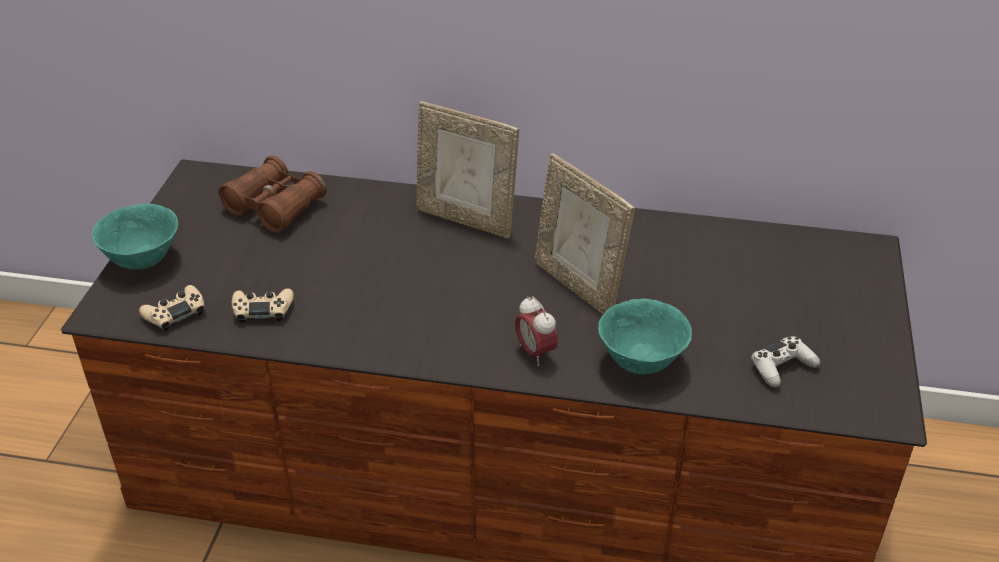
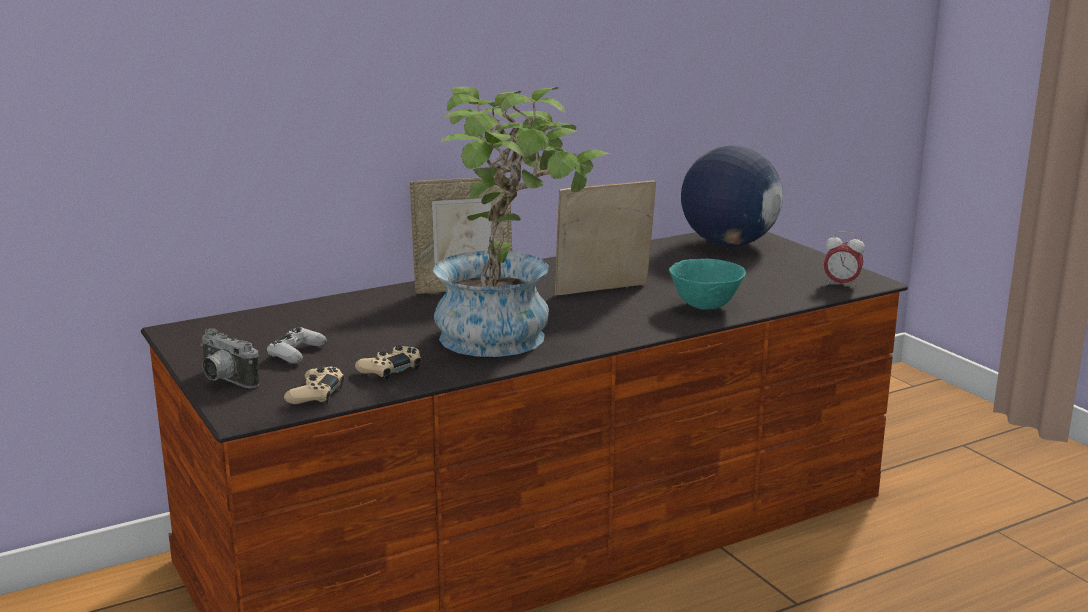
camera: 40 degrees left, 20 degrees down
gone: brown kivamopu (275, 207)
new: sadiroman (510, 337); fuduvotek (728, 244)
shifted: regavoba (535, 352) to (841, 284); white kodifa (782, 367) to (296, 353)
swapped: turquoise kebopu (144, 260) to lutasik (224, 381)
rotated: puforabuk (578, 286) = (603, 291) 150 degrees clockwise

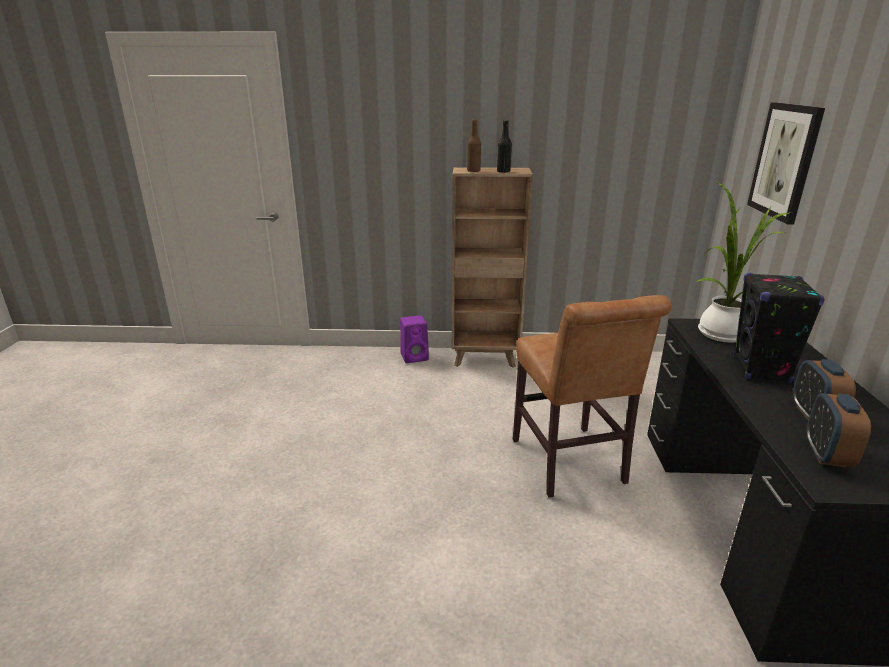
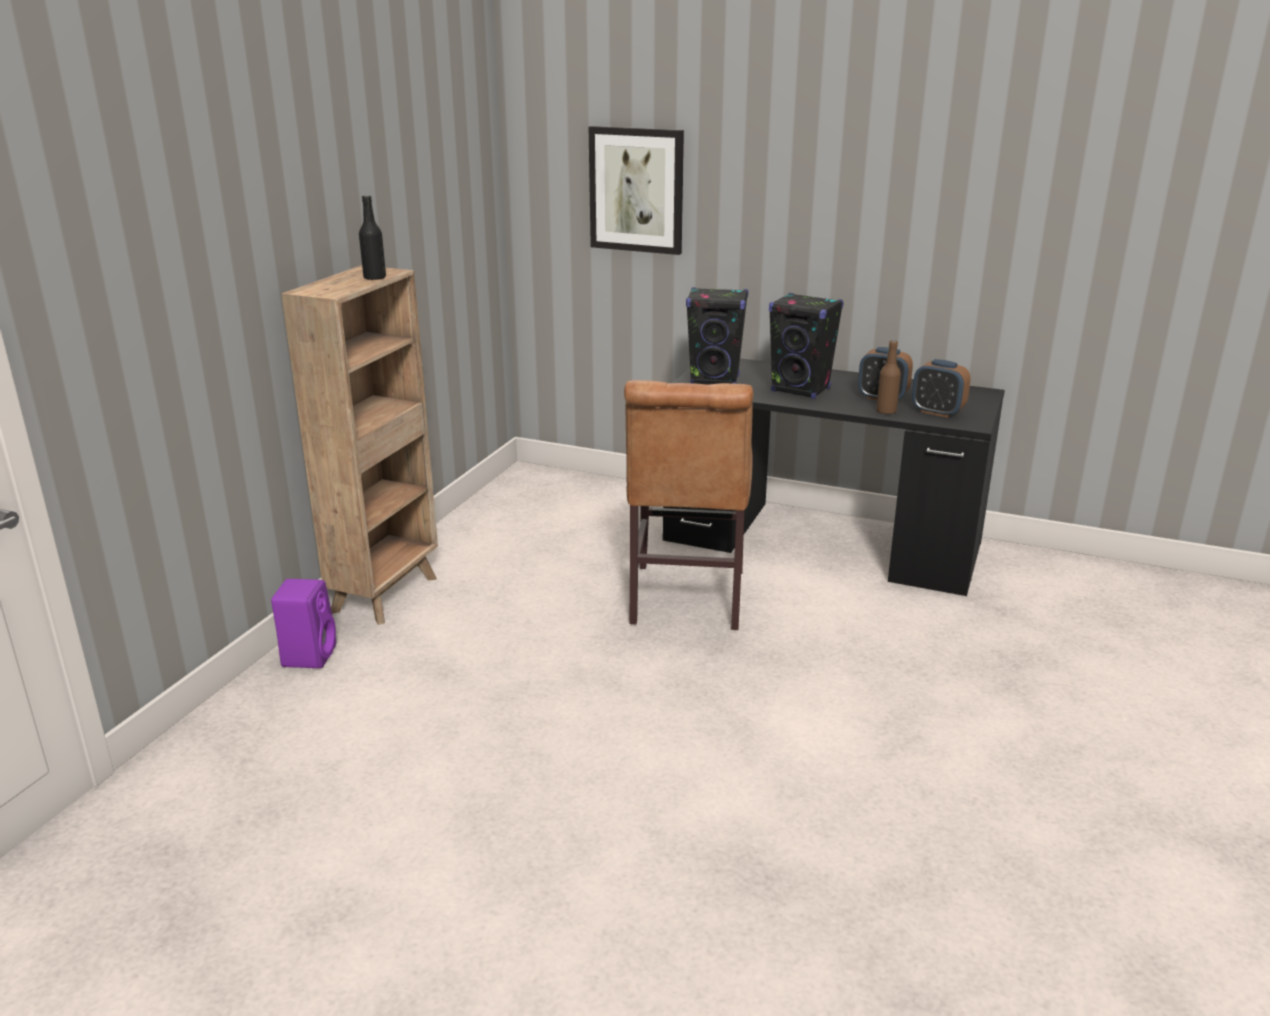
camera: 70 degrees left, 0 degrees up
shifted: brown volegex (473, 171) to (886, 411)
swapped: sadiroman (719, 332) to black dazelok (715, 381)
rotated: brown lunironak (570, 465) = (686, 601) 90 degrees clockwise

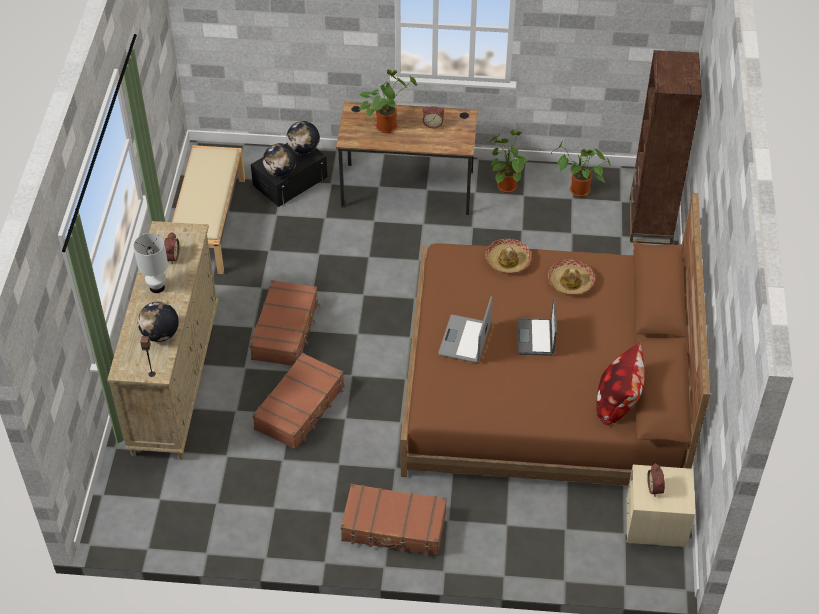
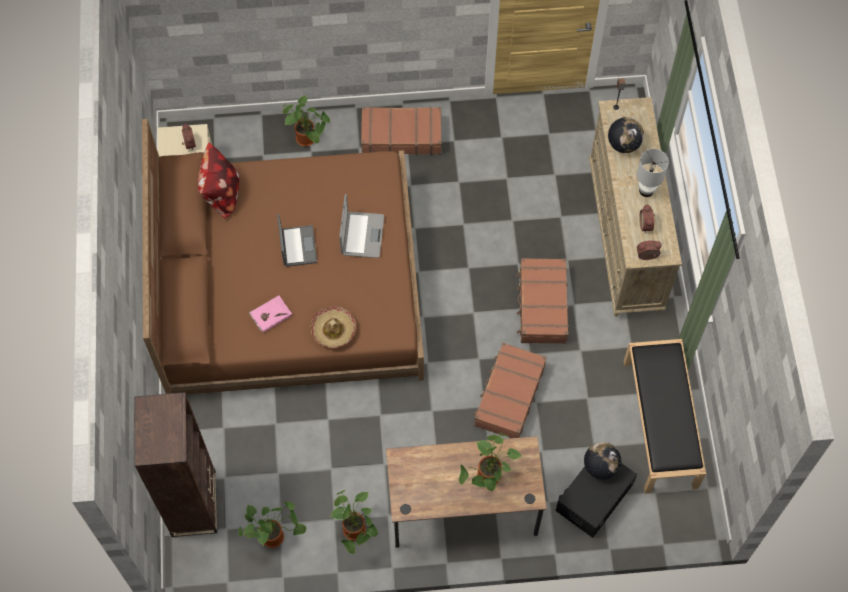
camera: 170 degrees right, 15 degrees up
gone: fuduvotek (303, 149)
new: sadiroman (308, 139)
shifted: regavoba (433, 124) to (647, 256); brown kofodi (300, 408) to (509, 395)
swapped: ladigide (570, 282) to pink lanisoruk (270, 314)
repainted: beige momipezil (209, 222) to black momipezil (660, 424)

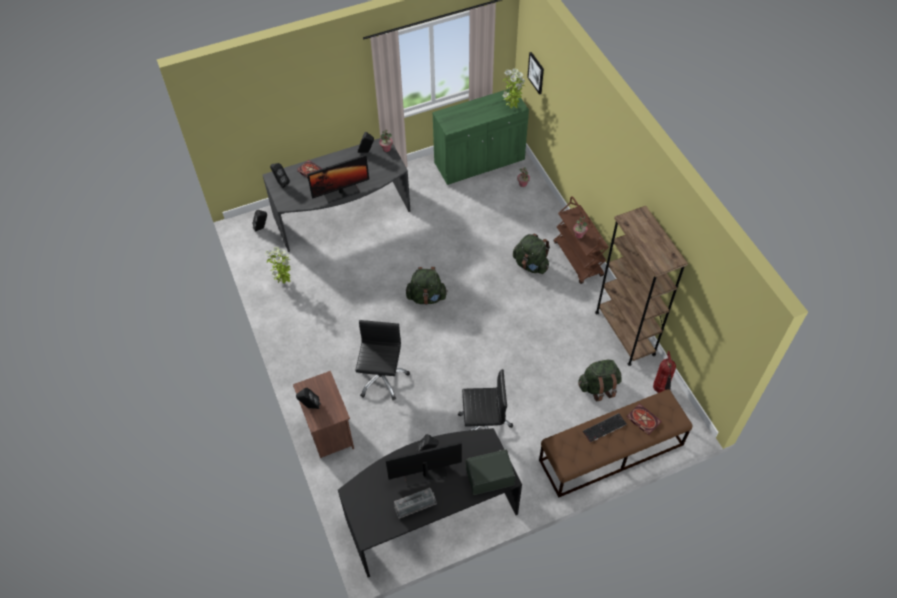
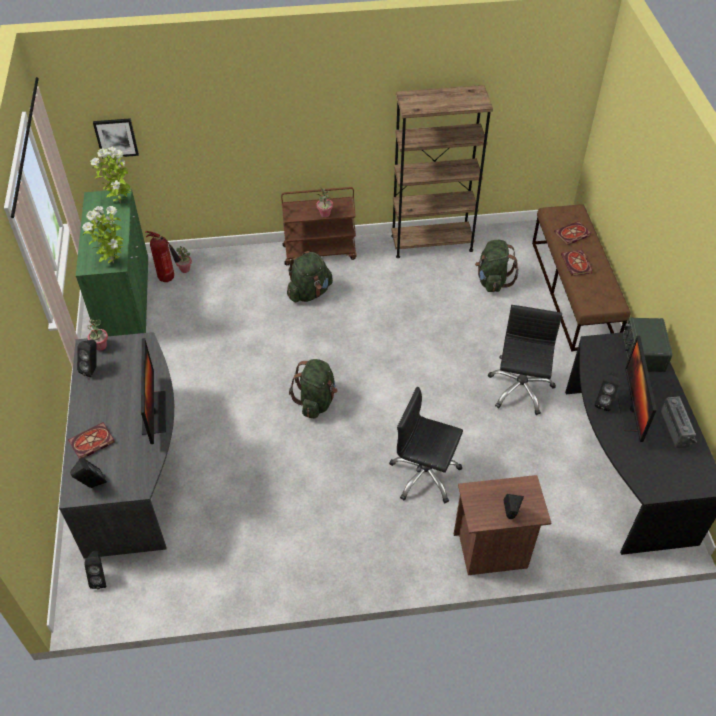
camera: 75 degrees left, 5 degrees down
shifted: sadiroman (284, 282) to (113, 262); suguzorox (660, 390) to (169, 278)
swapped: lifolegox (604, 428) to lanisoruk (577, 264)

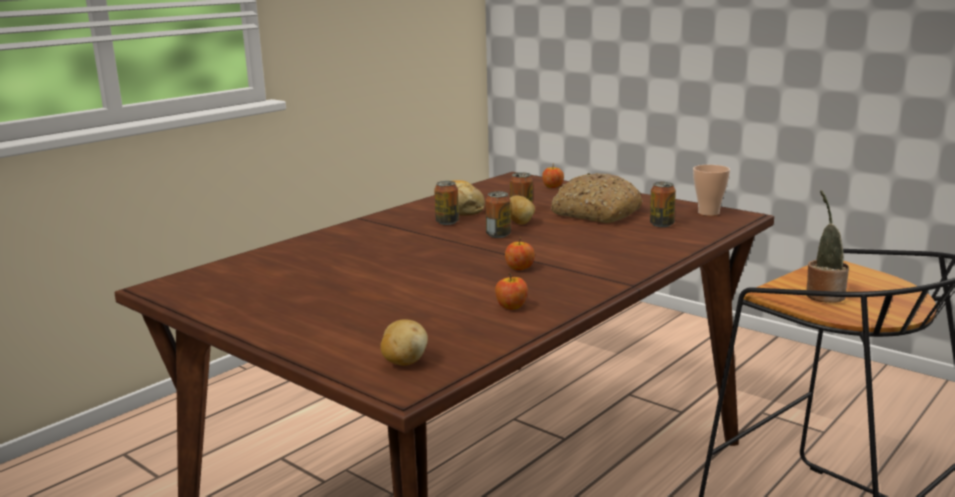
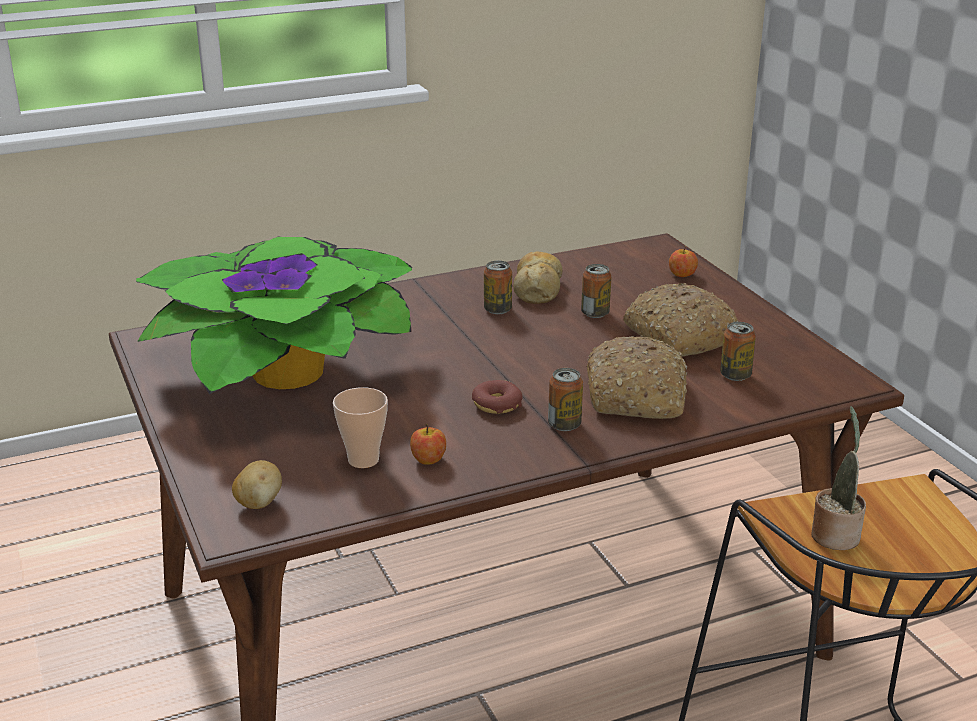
camera: 25 degrees right, 10 degrees up
gone: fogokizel (520, 223)
new: sadiroman (279, 371); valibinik (637, 396)
shifted: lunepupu (708, 213) to (363, 460); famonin (498, 235) to (564, 425)
swapped: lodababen (519, 268) to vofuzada (496, 404)

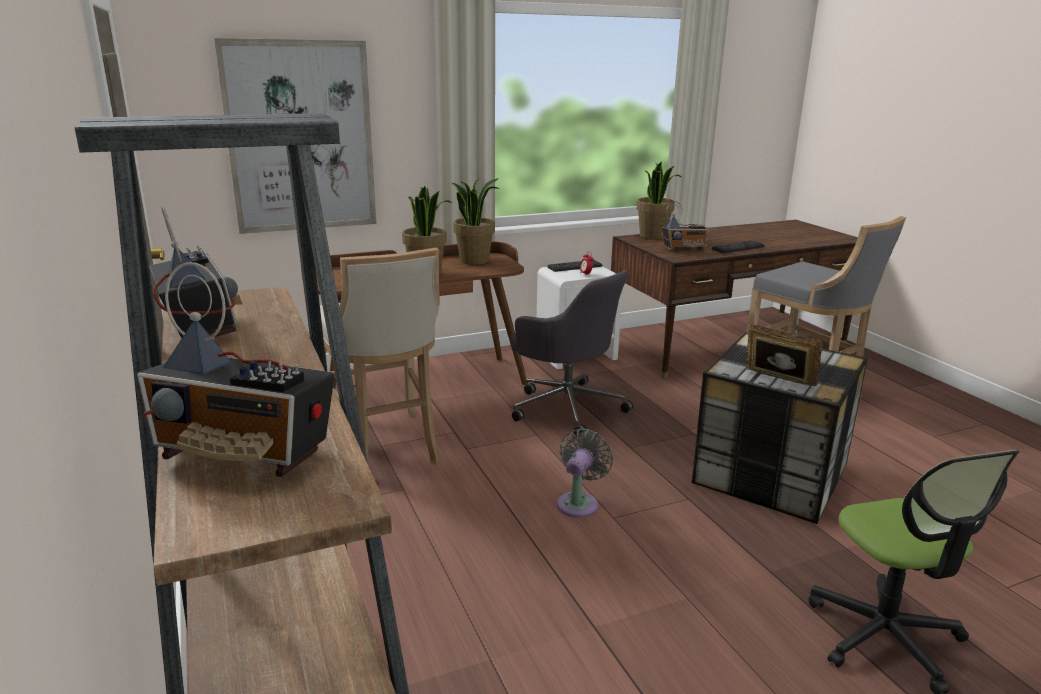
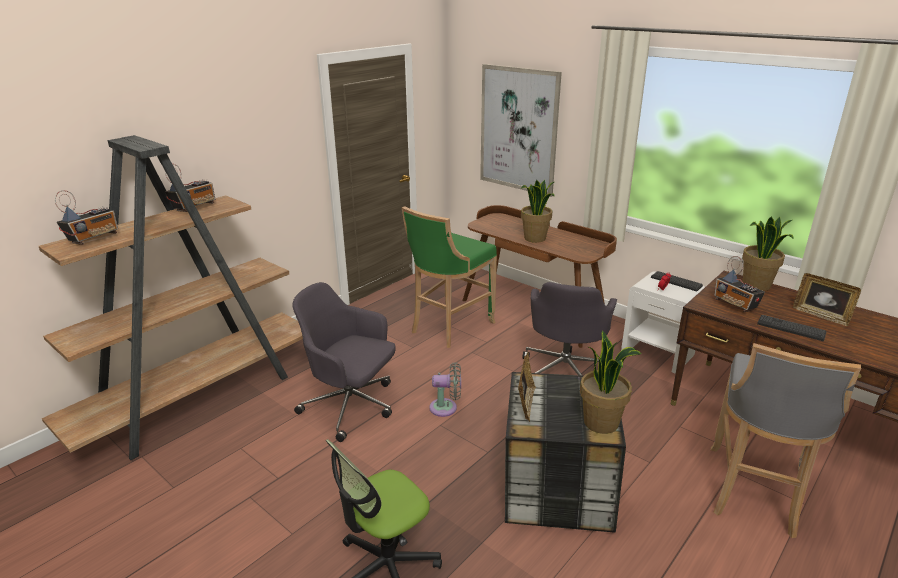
camera: 65 degrees right, 5 degrees up
new: puforabuk (821, 315); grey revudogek (351, 406)
shifted: sadiroman (474, 260) to (602, 423)
repainted: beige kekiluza (385, 447) to green kekiluza (449, 327)
rotated: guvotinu (247, 454) = (94, 238) 135 degrees counterclockwise

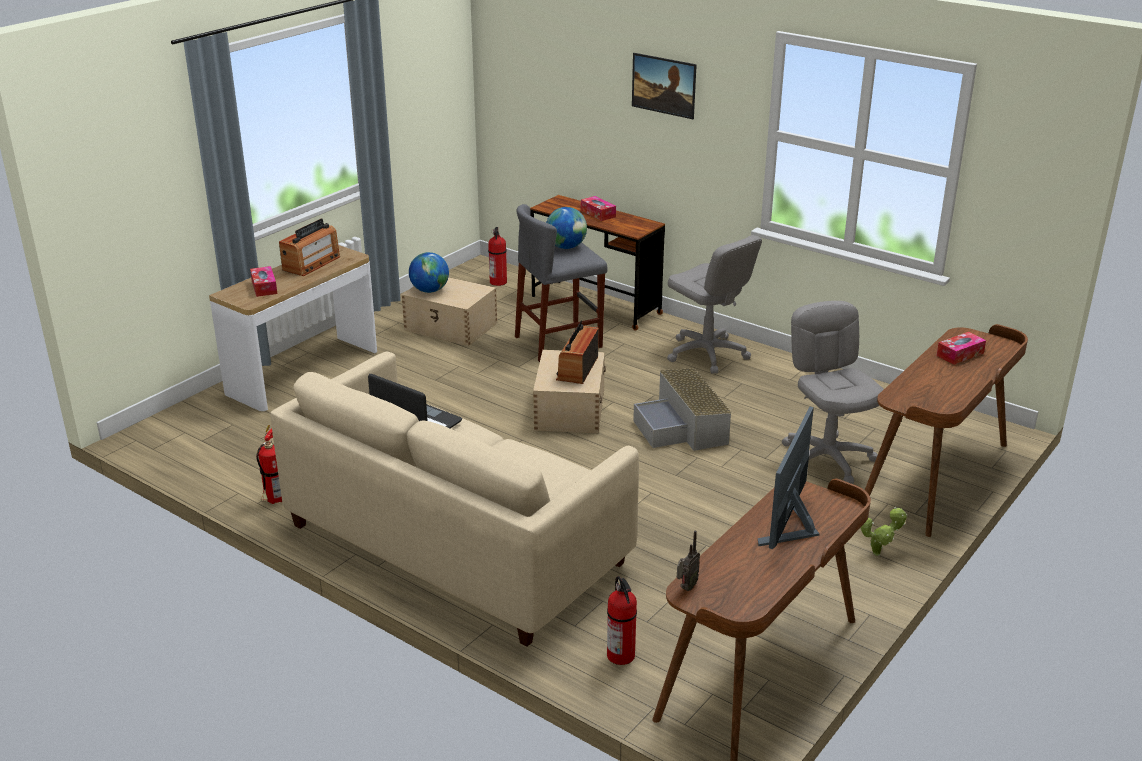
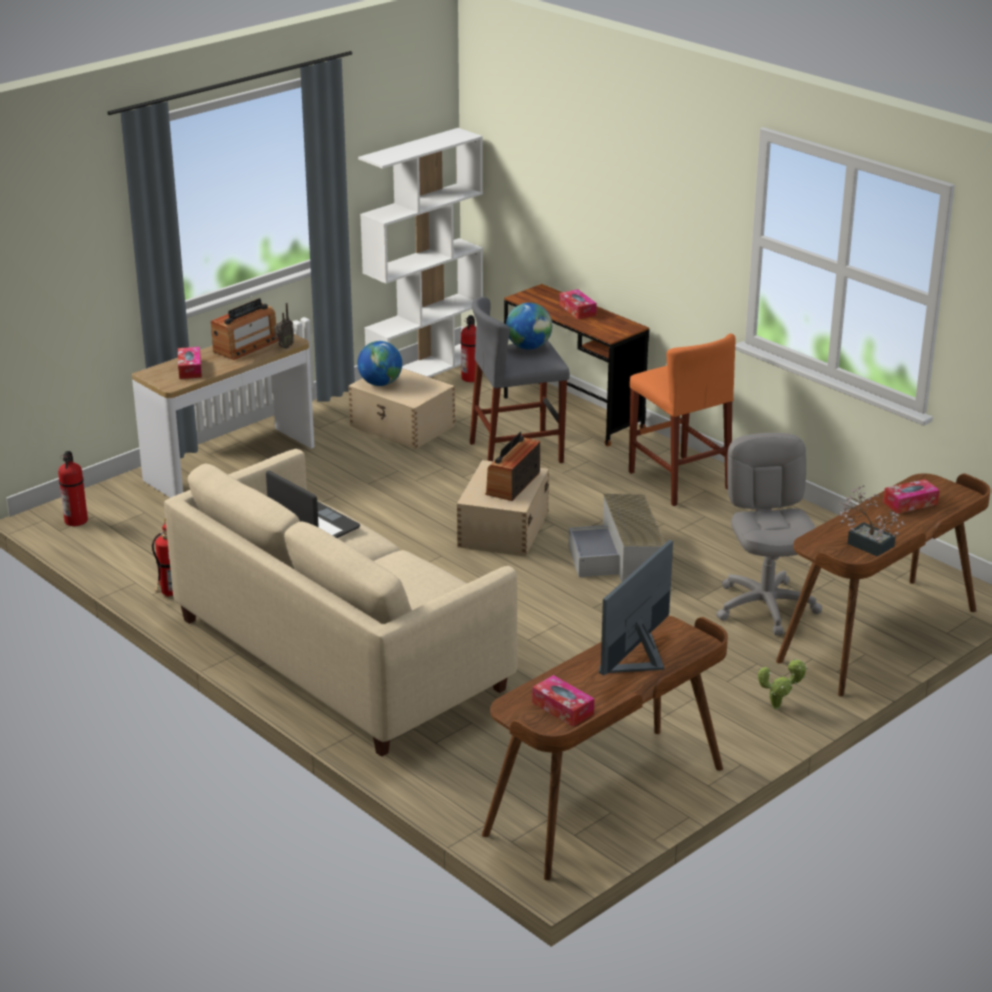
camera: 10 degrees right, 0 degrees up
gone: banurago (663, 99)
new: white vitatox (425, 368); sadiroman (866, 543); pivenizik (562, 708)
shifted: guvotinu (686, 588) to (284, 347); suguzorox (621, 656) to (76, 521)
swapped: grey revudogek (707, 354) to orange kekiluza (679, 480)

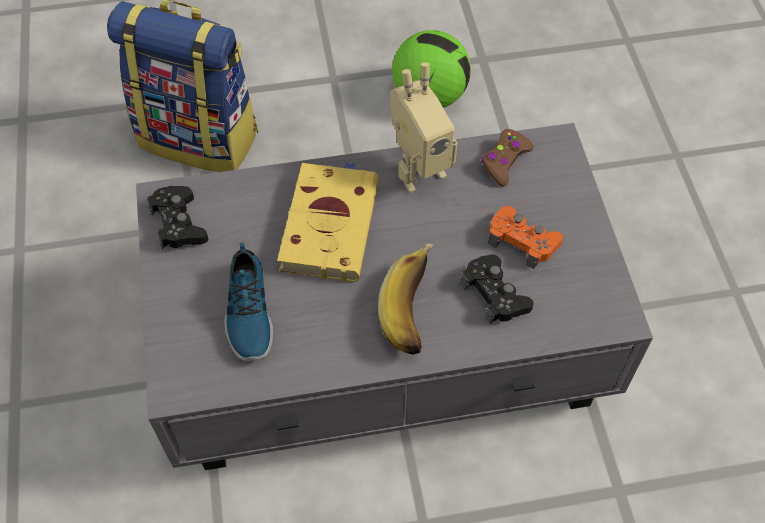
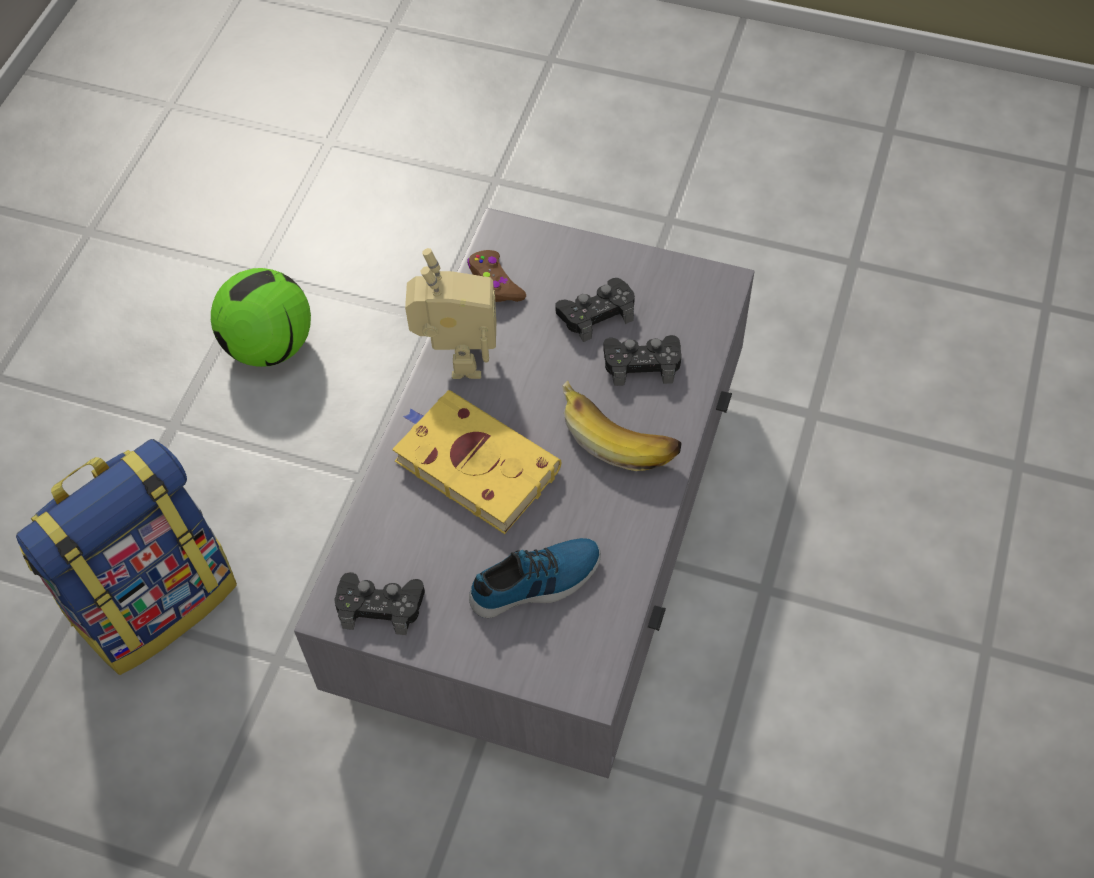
camera: 60 degrees left, 0 degrees up
repainted: orange kodifa (522, 241) to black kodifa (596, 314)
rotated: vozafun (247, 312) = (536, 583) 45 degrees counterclockwise

